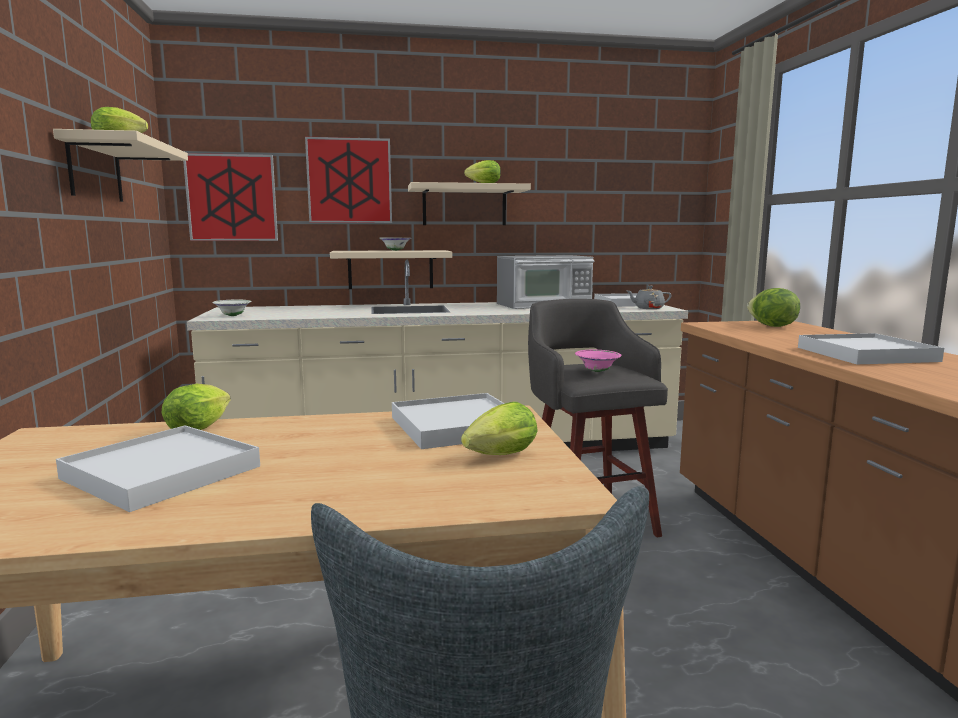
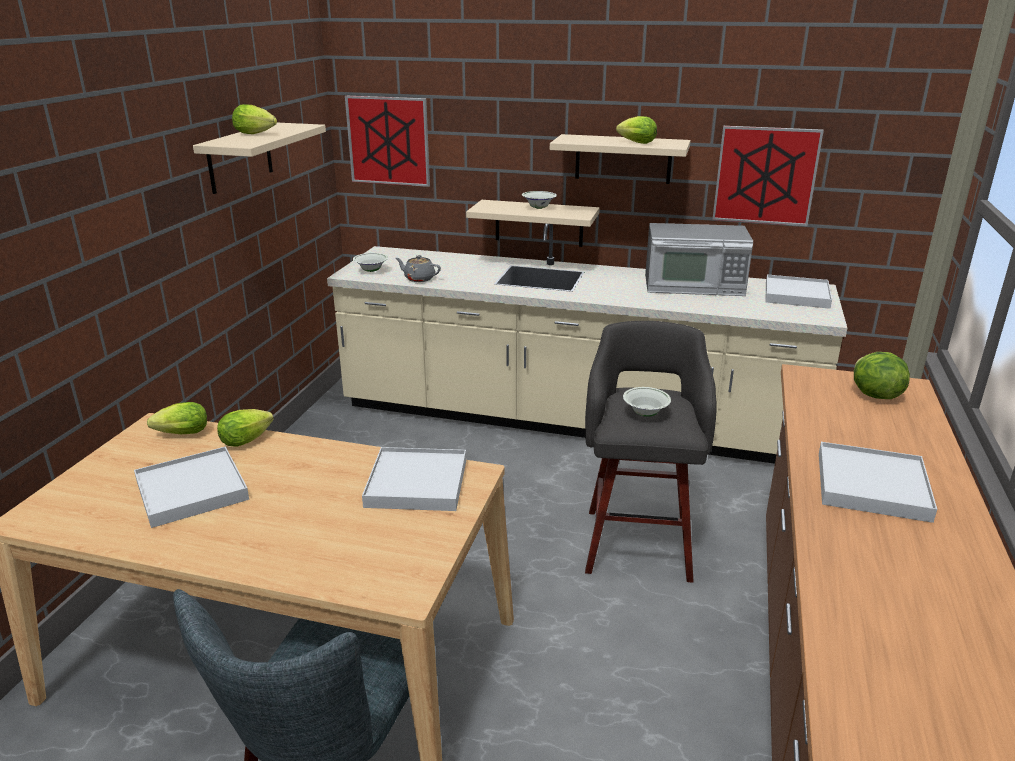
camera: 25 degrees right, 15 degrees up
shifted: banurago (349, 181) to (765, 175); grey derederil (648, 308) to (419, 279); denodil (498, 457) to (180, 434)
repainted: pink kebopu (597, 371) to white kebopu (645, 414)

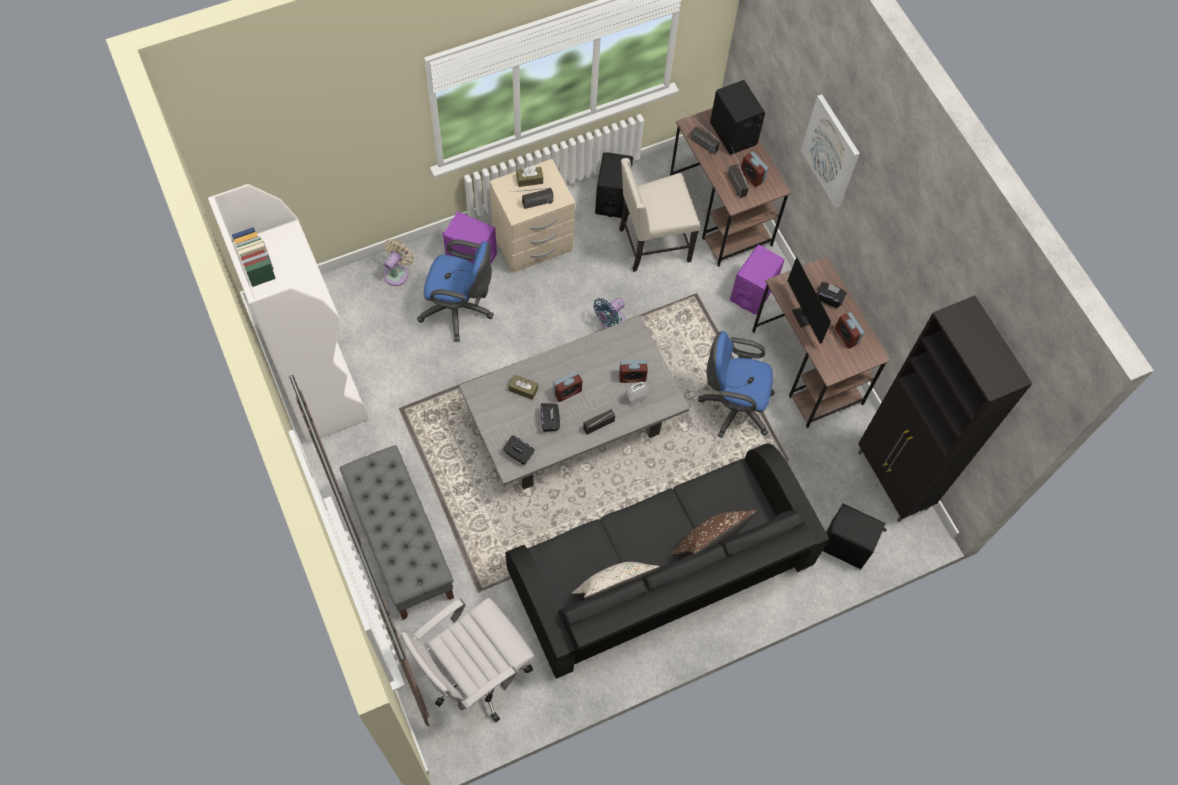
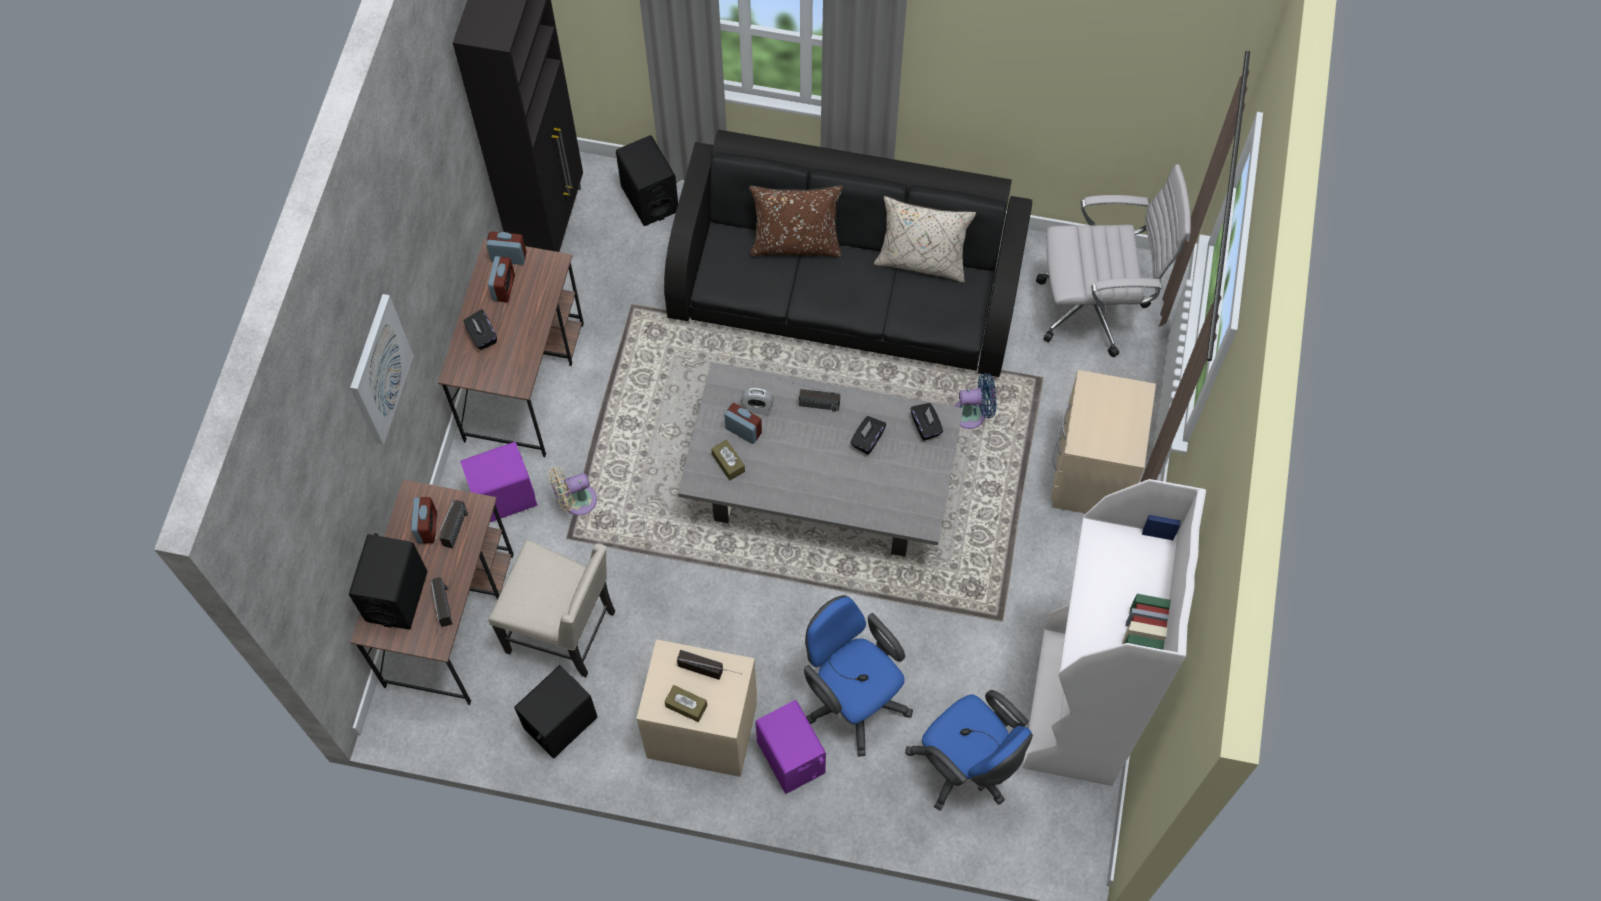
camera: 140 degrees left, 0 degrees up
gone: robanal (806, 319)
shifted: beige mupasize (397, 273) to (576, 501); blue mupasize (610, 322) to (973, 414); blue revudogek (732, 406) to (966, 767); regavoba (567, 392) to (508, 257); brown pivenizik (523, 389) to (728, 463)
swapped: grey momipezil (401, 543) to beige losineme (1091, 473)

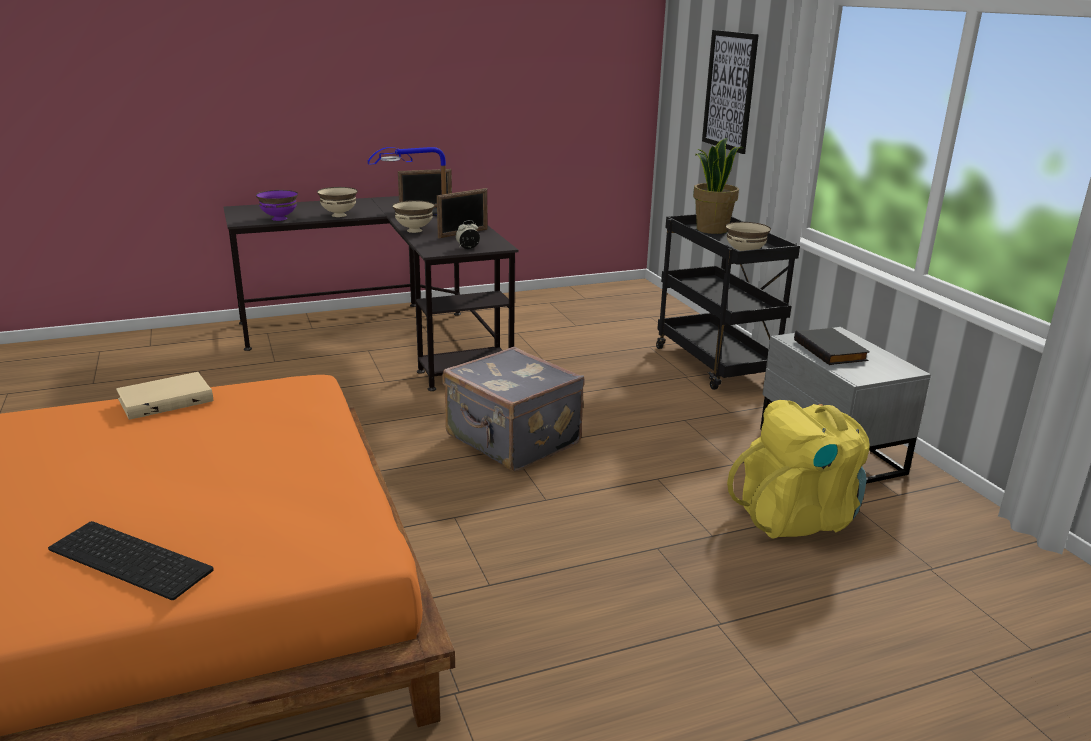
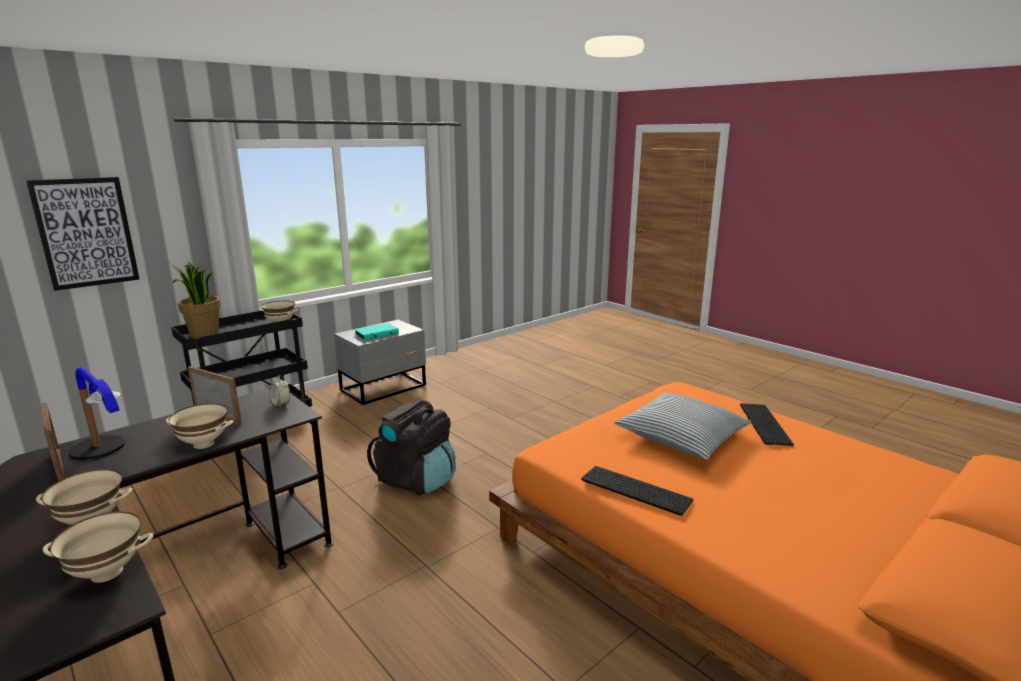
camera: 110 degrees left, 5 degrees down
gone: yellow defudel (797, 517)
new: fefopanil (681, 436)
swapped: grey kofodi (512, 441) to black defudel (416, 480); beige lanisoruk (166, 399) to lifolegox (633, 490)
repainted: purple kebopu (279, 219) to beige kebopu (107, 572); black lanisoruk (831, 350) to turquoise lanisoruk (376, 334)

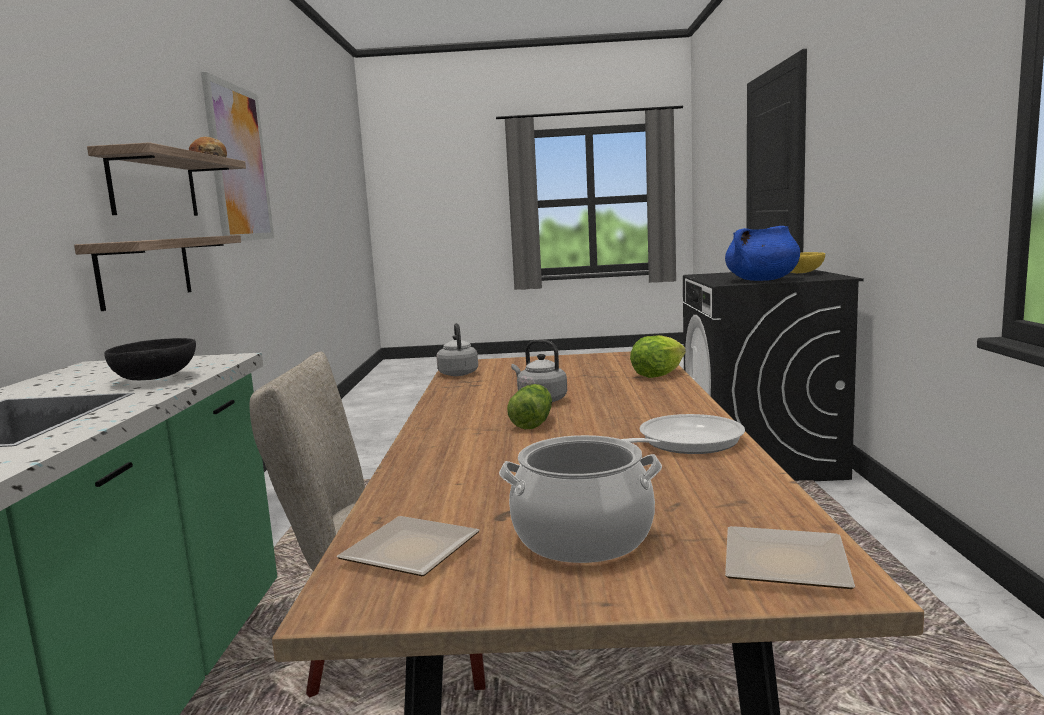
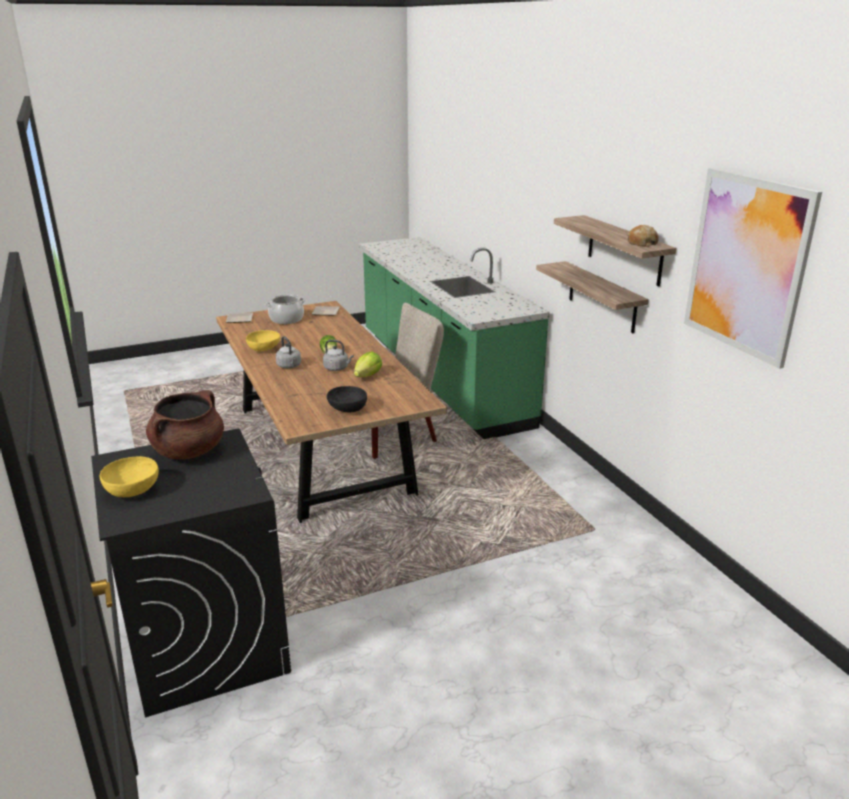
camera: 155 degrees right, 15 degrees up
shifted: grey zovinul (458, 373) to (289, 366); denodil (657, 375) to (368, 376); black kebopu (156, 379) to (347, 409)
swapped: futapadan (682, 443) to yellow kebopu (264, 349)
repainted: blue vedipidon (761, 280) to brown vedipidon (189, 451)

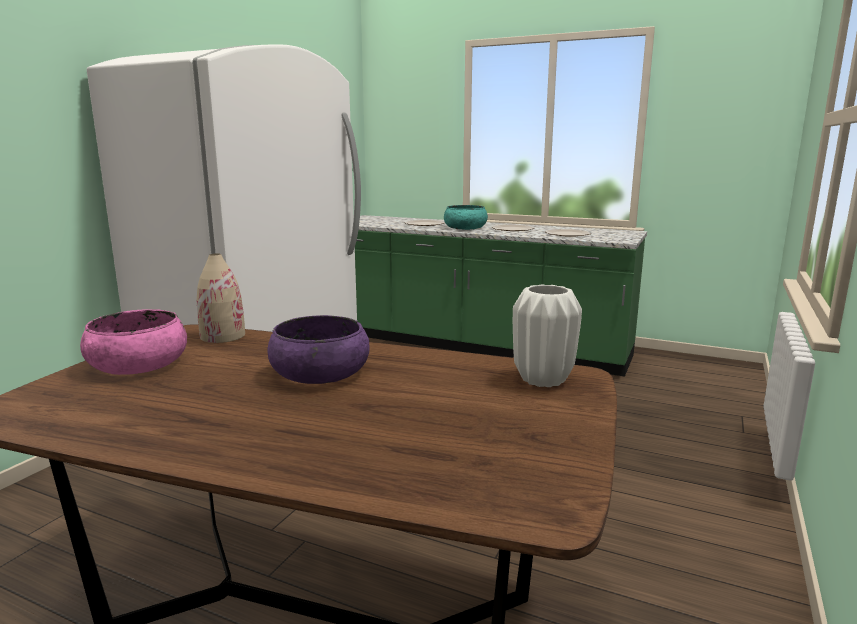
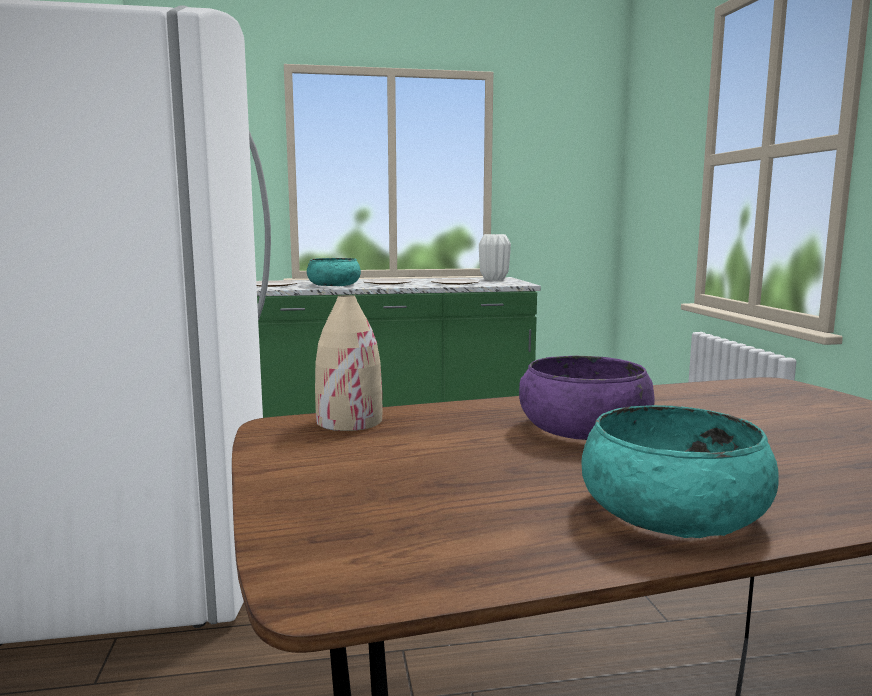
camera: 35 degrees left, 5 degrees down
gone: pink kebopu (138, 364)
new: turquoise kebopu (672, 511)
shifted: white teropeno (543, 380) to (494, 279)

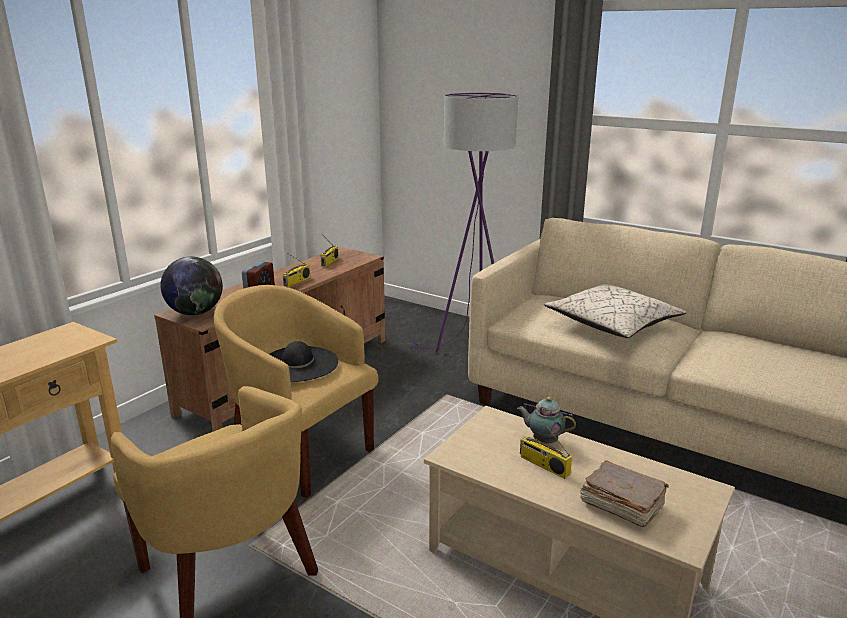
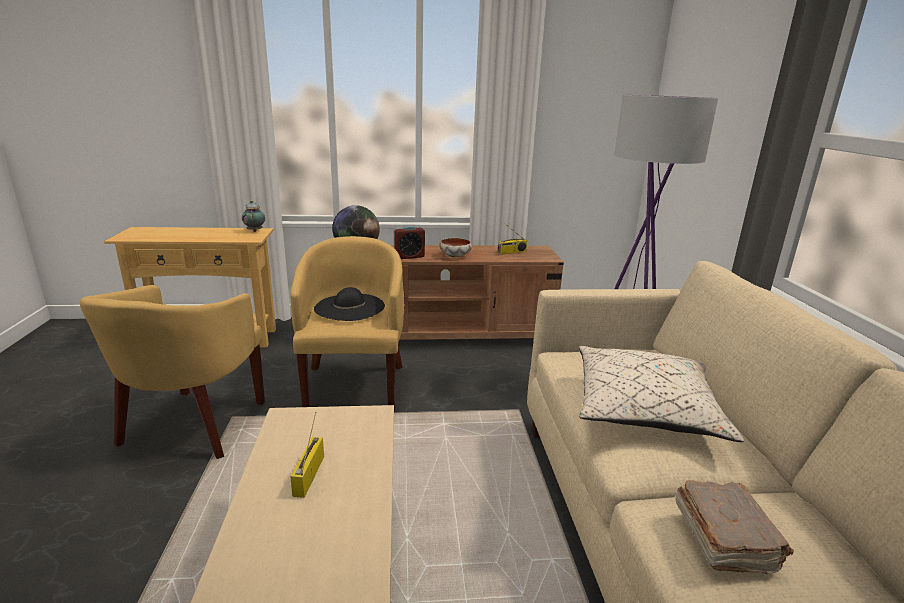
camera: 50 degrees right, 0 degrees up
shifted: derederil (543, 440) to (255, 231); brown lanisoruk (620, 504) to (723, 538)
swapped: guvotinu (297, 282) to kebopu (455, 256)

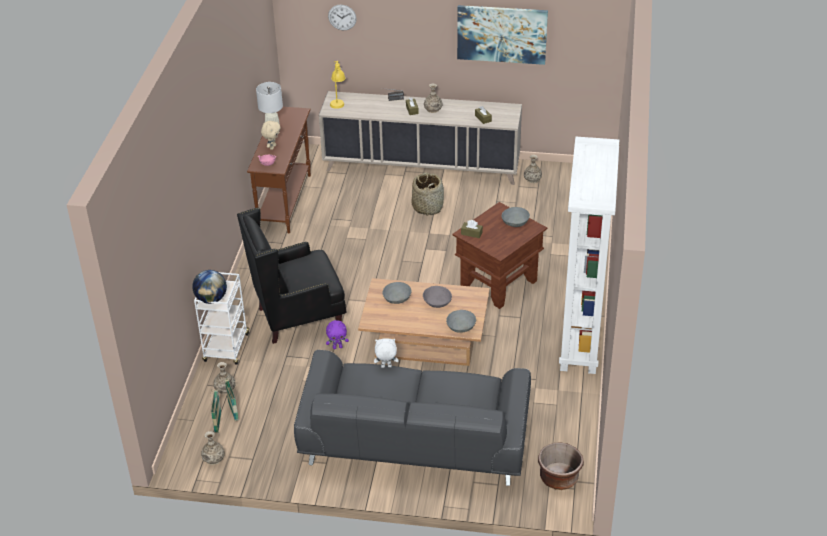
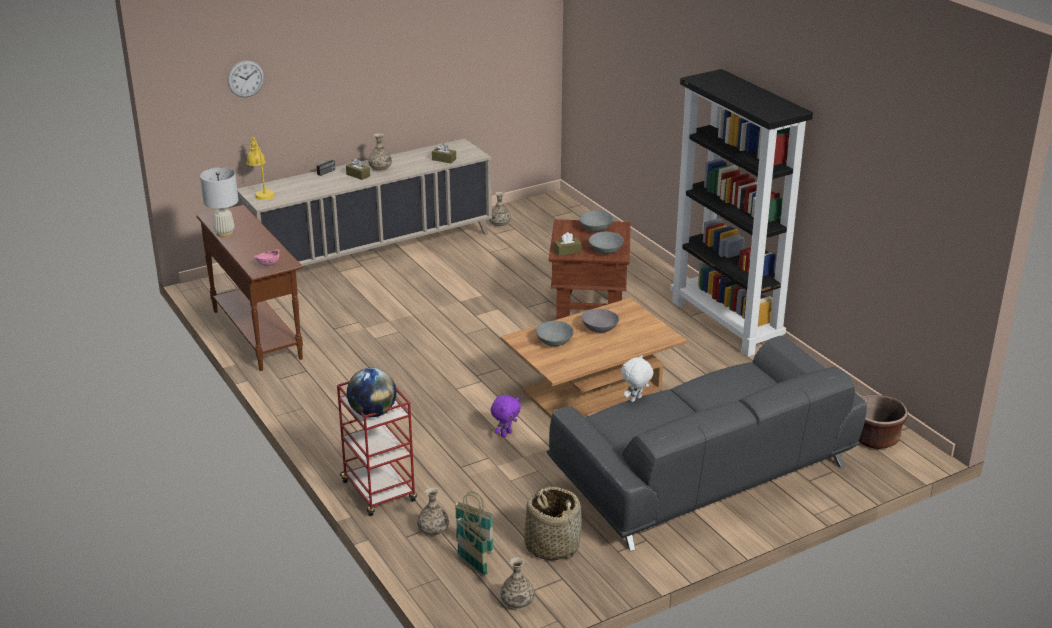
camera: 40 degrees left, 10 degrees down
gone: banurago (502, 34); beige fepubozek (272, 147); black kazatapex (298, 318)
shifted: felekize (427, 207) to (551, 545); grey kebopu (461, 327) to (605, 250)
repainted: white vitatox (581, 337) to black vitatox (726, 323); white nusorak (226, 348) to red nusorak (379, 492)

